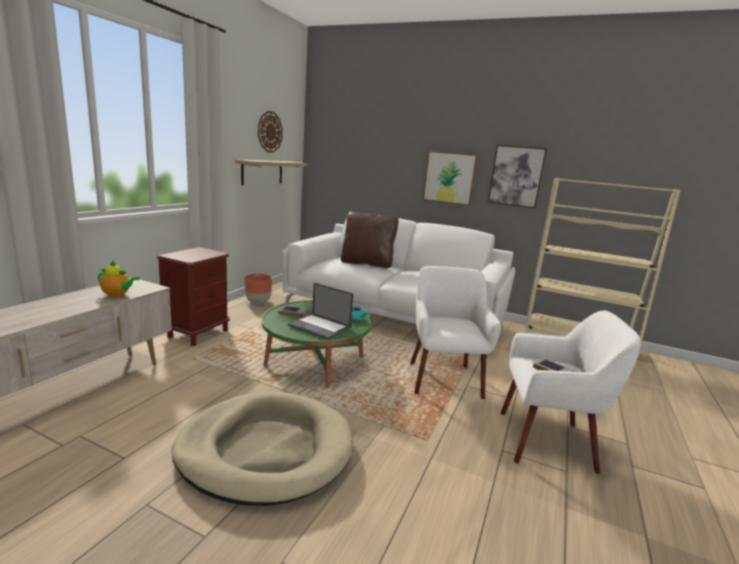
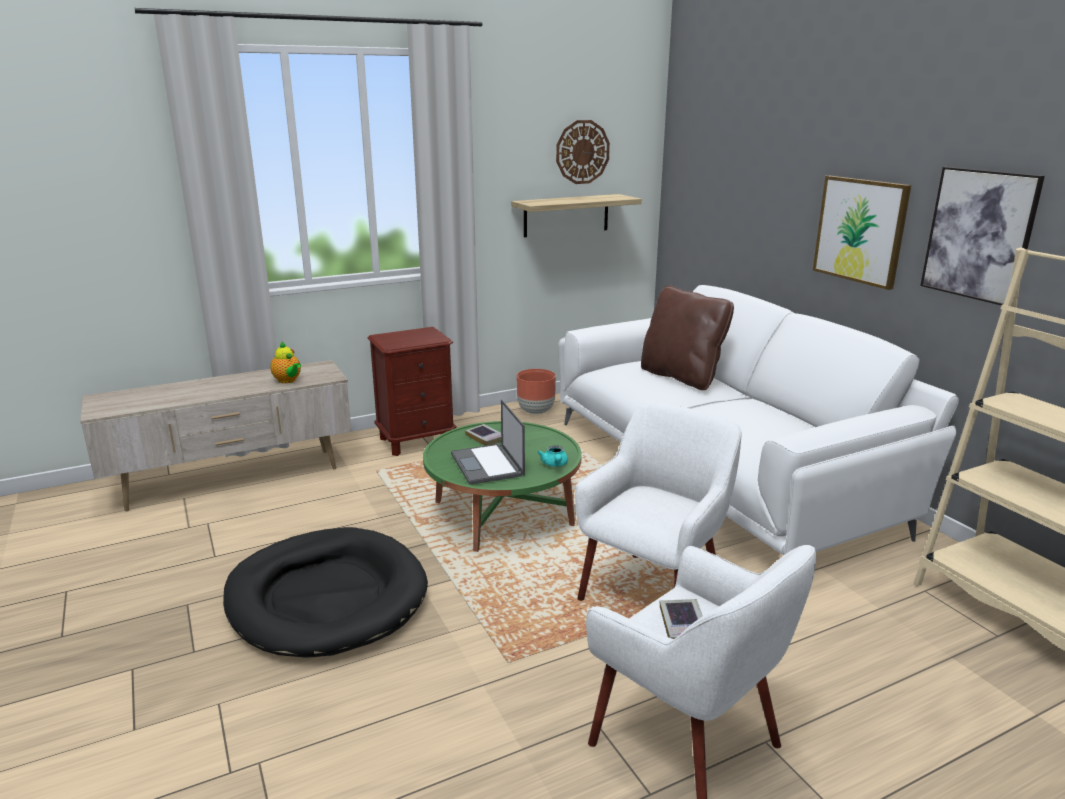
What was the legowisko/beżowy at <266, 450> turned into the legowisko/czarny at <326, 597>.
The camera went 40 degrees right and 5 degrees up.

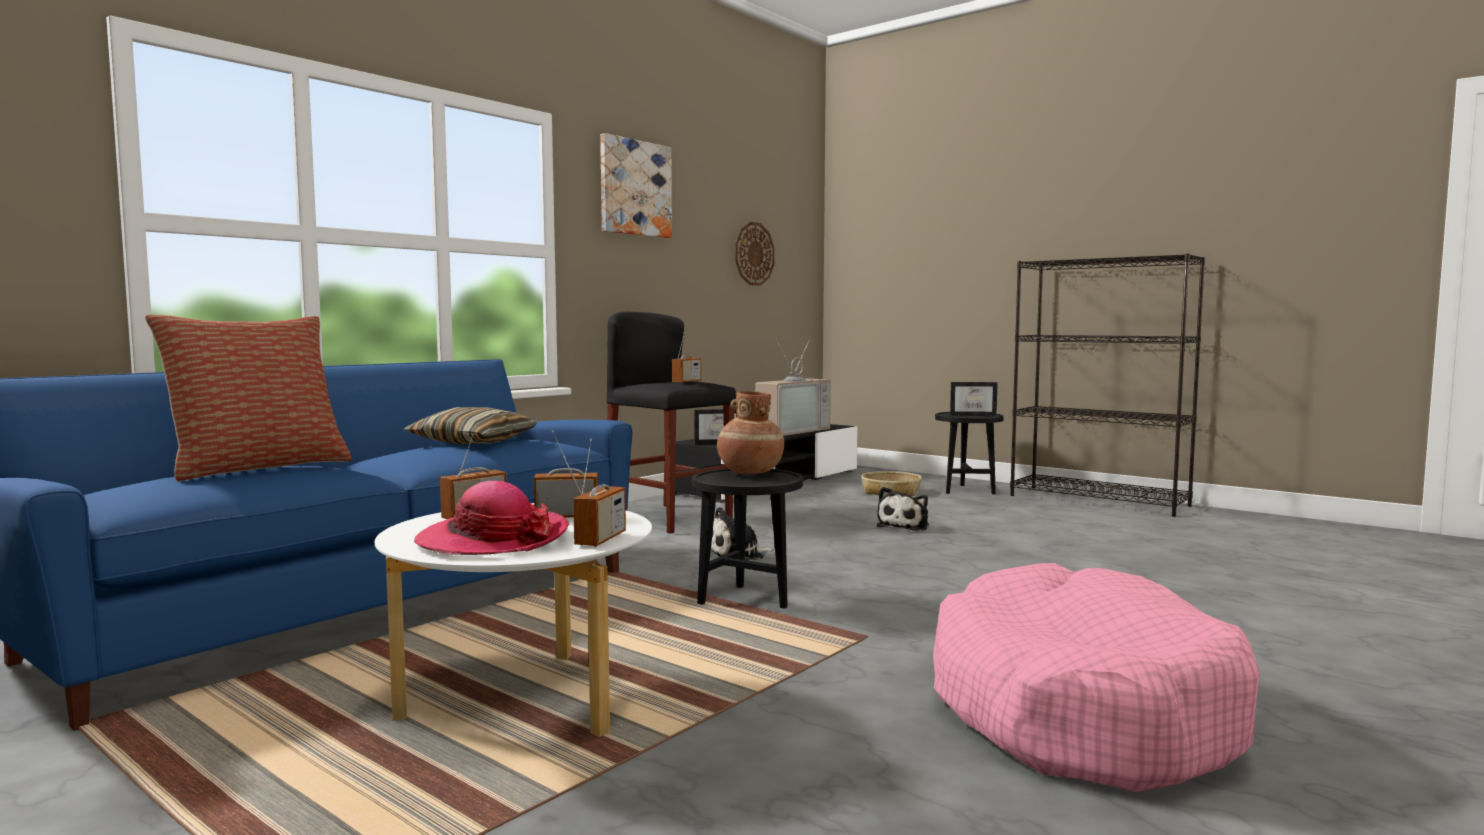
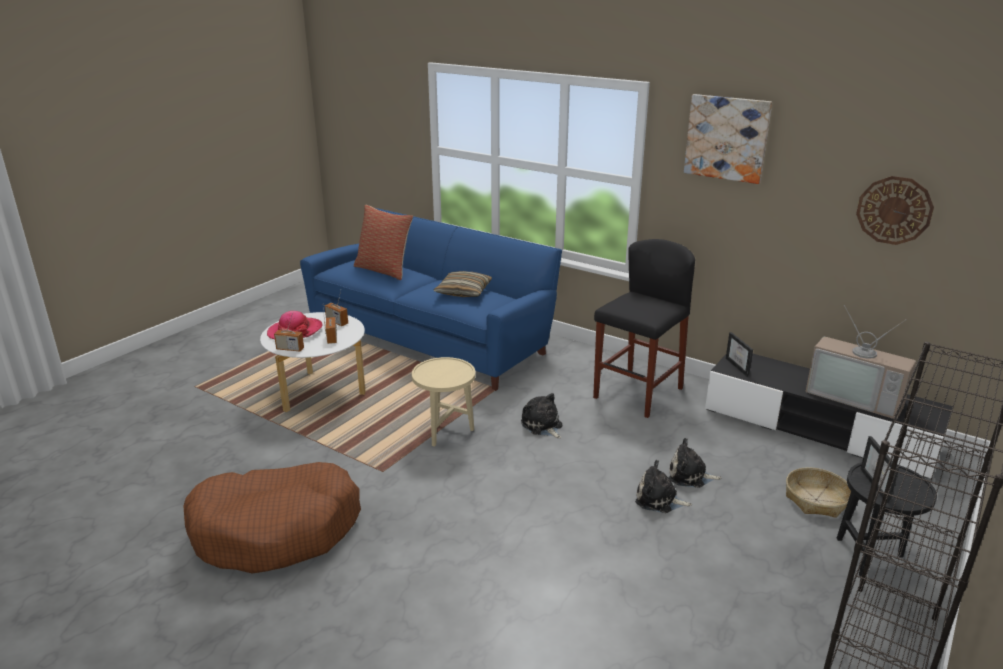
The second view lost the radio at <686, 382>.
The second view lost the wazon/brązowy at <749, 472>.
The second view gained the pluszak at <690, 476>.
What was the stolik/czarny at <747, 600> turned into the stolik/beżowy at <445, 433>.
What was the legowisko/różowy at <1078, 710> turned into the legowisko/brązowy at <277, 529>.
The camera went 85 degrees right and 20 degrees up.

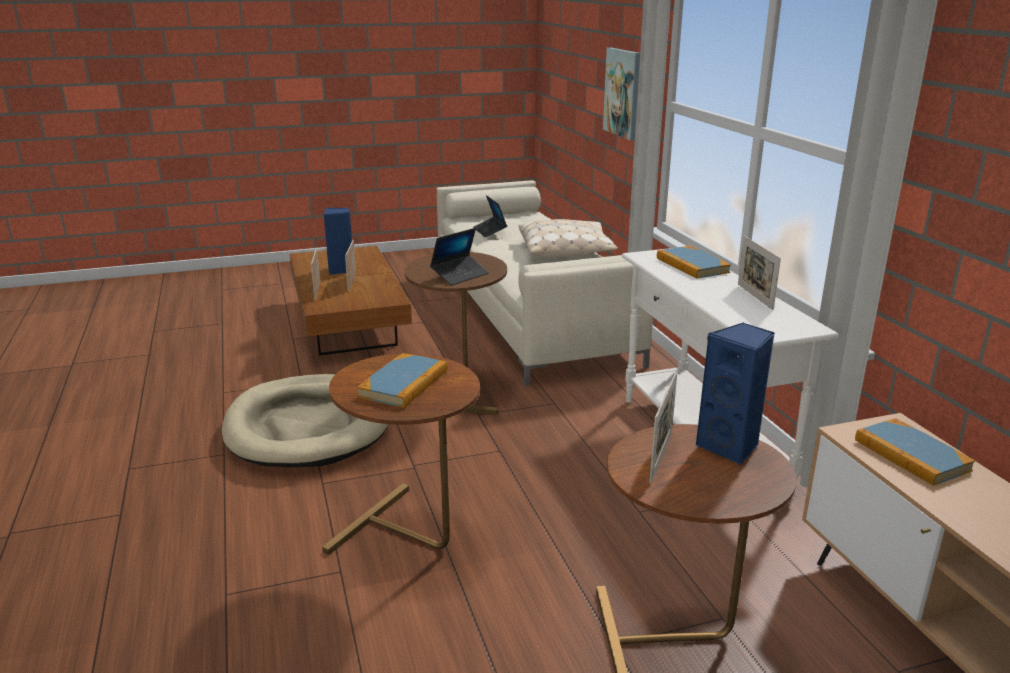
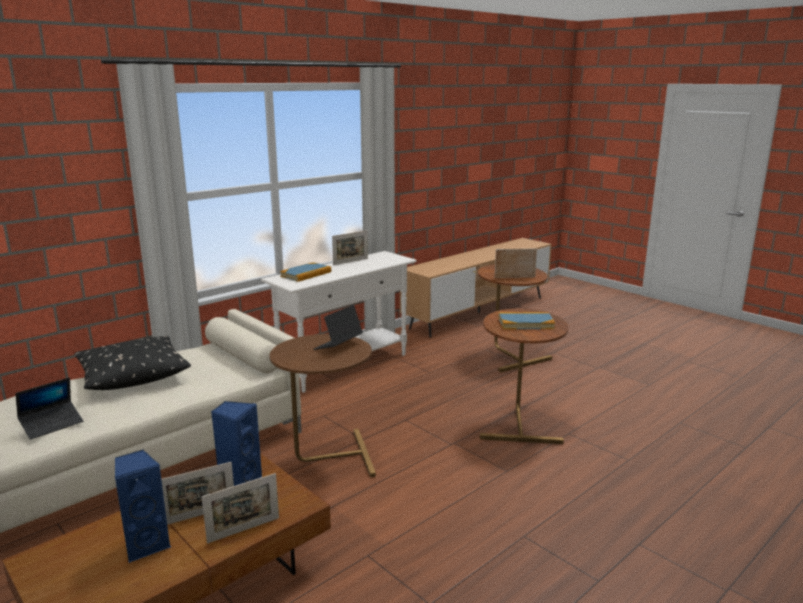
The second view lost the legowisko/beżowy at <308, 426>.
The second view lost the obraz at <623, 93>.
The second view lost the książka at <911, 455>.
The głośnik/niebieski ended up elsewhere, having gone from <730, 447> to <239, 482>.
What was the poduszka/beżowy at <566, 251> turned into the poduszka/czarny at <132, 374>.
The laptop at <460, 275> ended up facing another way, 75 degrees counterclockwise from before.
The camera went 115 degrees left and 5 degrees down.

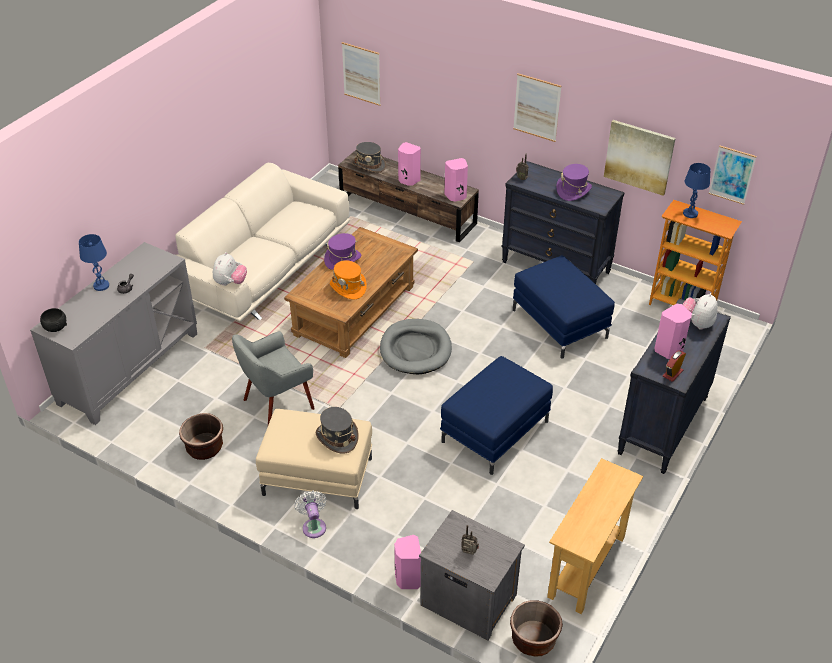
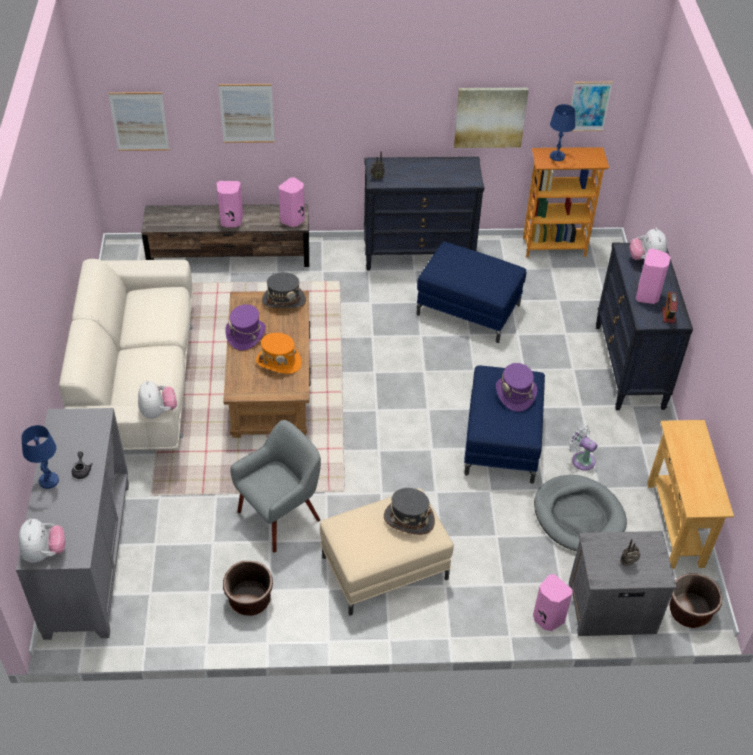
The wentylator/biały ended up elsewhere, having gone from <313, 526> to <581, 459>.
The kapelusz/szary ended up elsewhere, having gone from <369, 165> to <284, 300>.
The legowisko/szary ended up elsewhere, having gone from <415, 349> to <578, 516>.
The obraz ended up elsewhere, having gone from <537, 107> to <247, 113>.
The kapelusz/fioletowy ended up elsewhere, having gone from <573, 190> to <515, 394>.
Where the miska/czarny stood at <55, 328>, the pluszak came to stand at <44, 553>.
The fotel/szary at <277, 403> ended up facing another way, 150 degrees counterclockwise from before.
The camera went 35 degrees left and 5 degrees up.

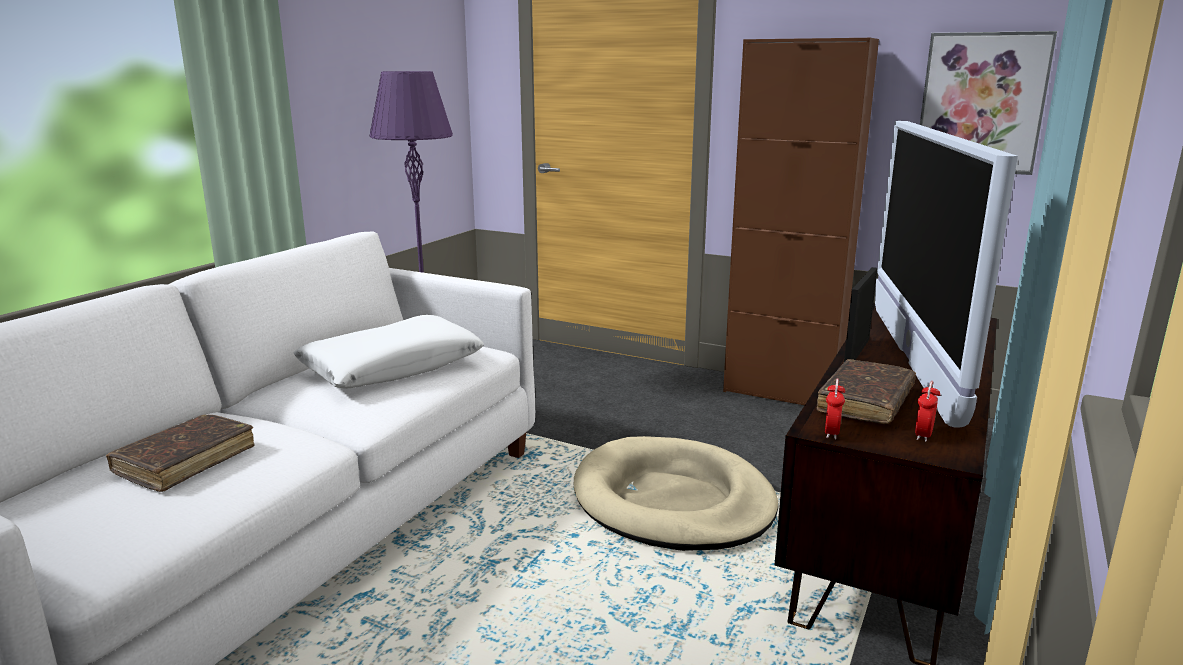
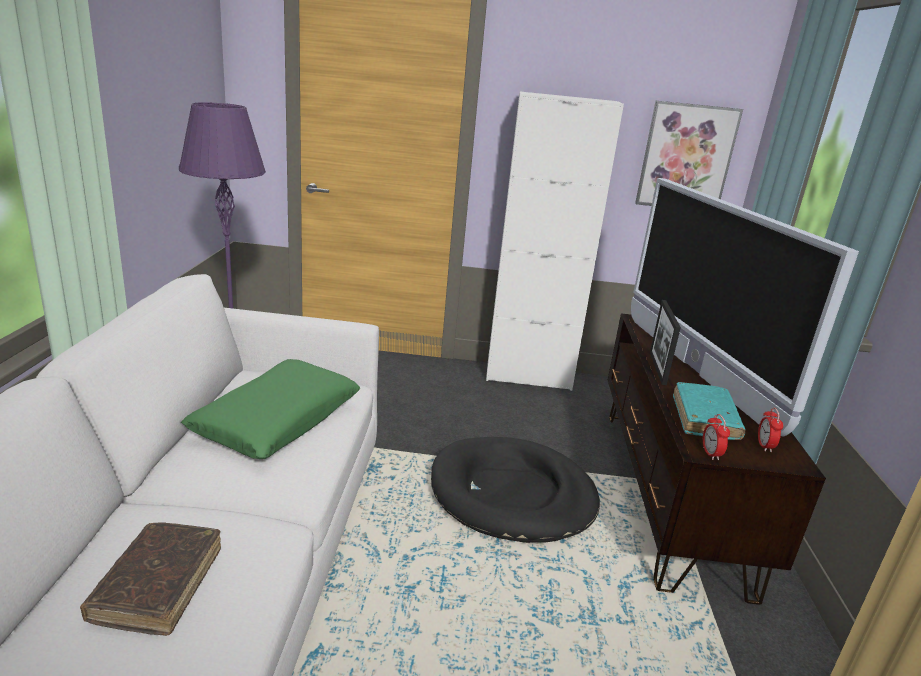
What was the poduszka/biały at <392, 367> turned into the poduszka/zielony at <277, 421>.
What was the legowisko/beżowy at <673, 501> turned into the legowisko/czarny at <512, 494>.
What was the szafka/brązowy at <781, 393> turned into the szafka/biały at <528, 377>.
What was the książka/brązowy at <865, 402> turned into the książka/turkusowy at <704, 419>.
The camera went 25 degrees left and 5 degrees up.

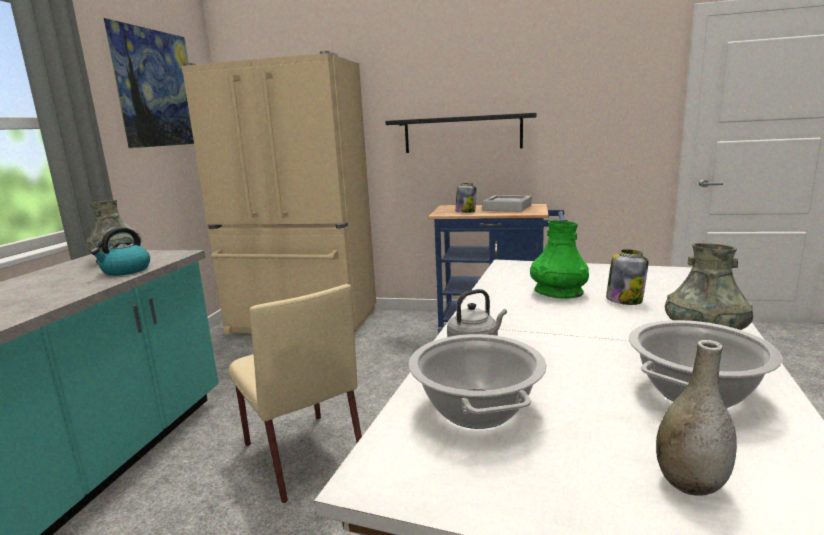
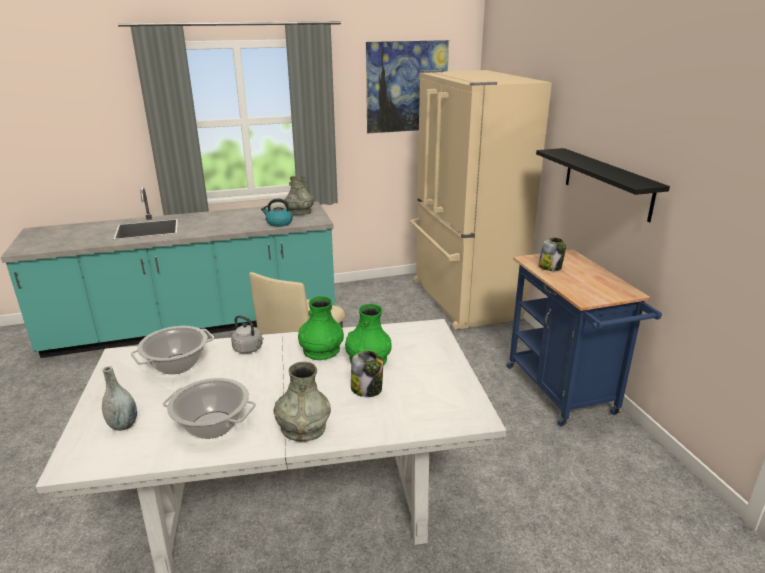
The second view lost the taca/szary at <507, 208>.
The second view gained the wazon/zielony at <321, 350>.
The camera went 60 degrees right and 10 degrees up.

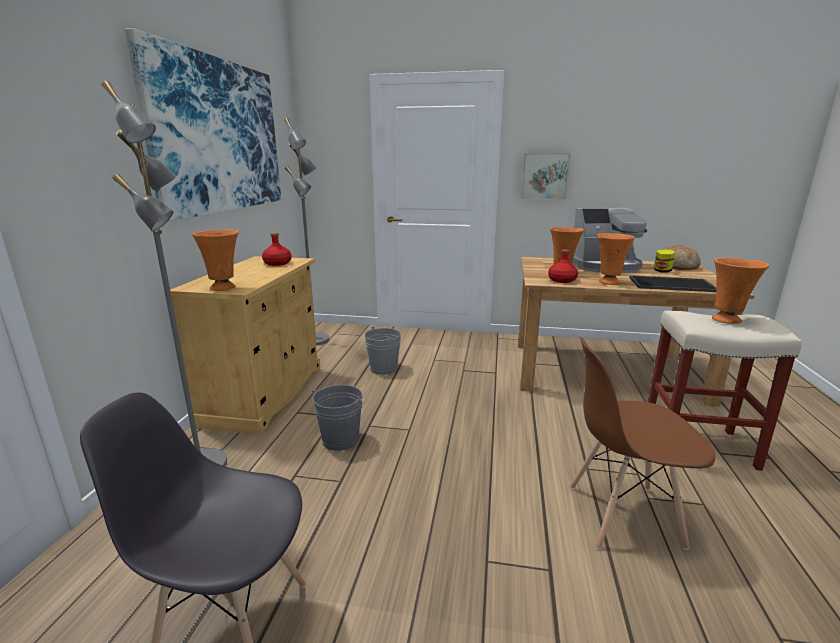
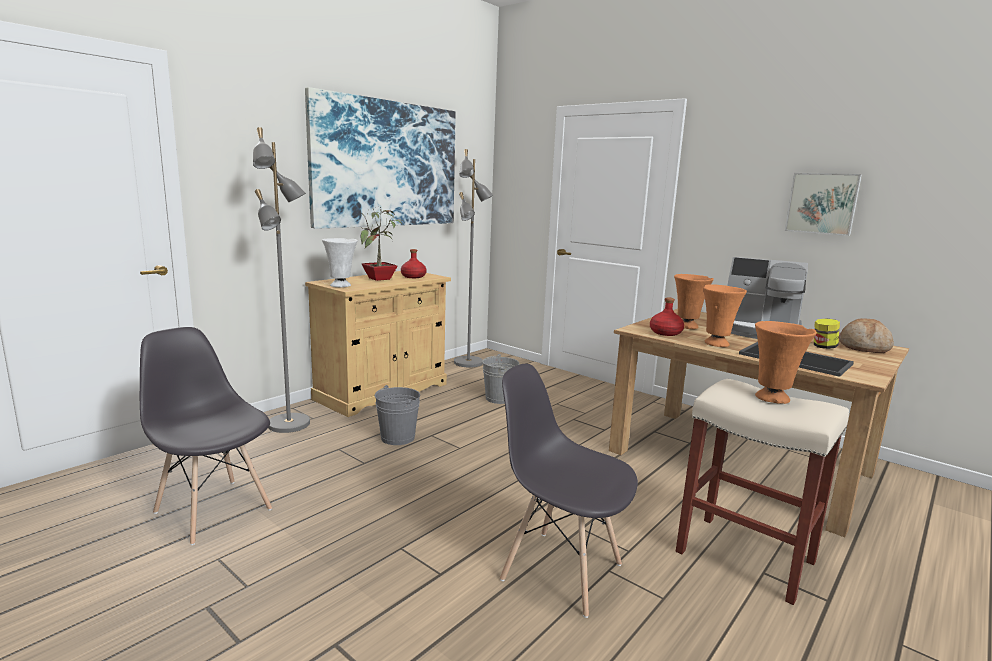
The second view gained the roślina doniczkowa at <380, 279>.
The obraz ended up elsewhere, having gone from <544, 176> to <822, 203>.
What was the wazon/pomarańczowy at <224, 288> turned into the wazon/biały at <341, 286>.
What was the krzesło/brązowy at <622, 515> turned into the krzesło/szary at <560, 570>.
The camera went 30 degrees right and 5 degrees down.

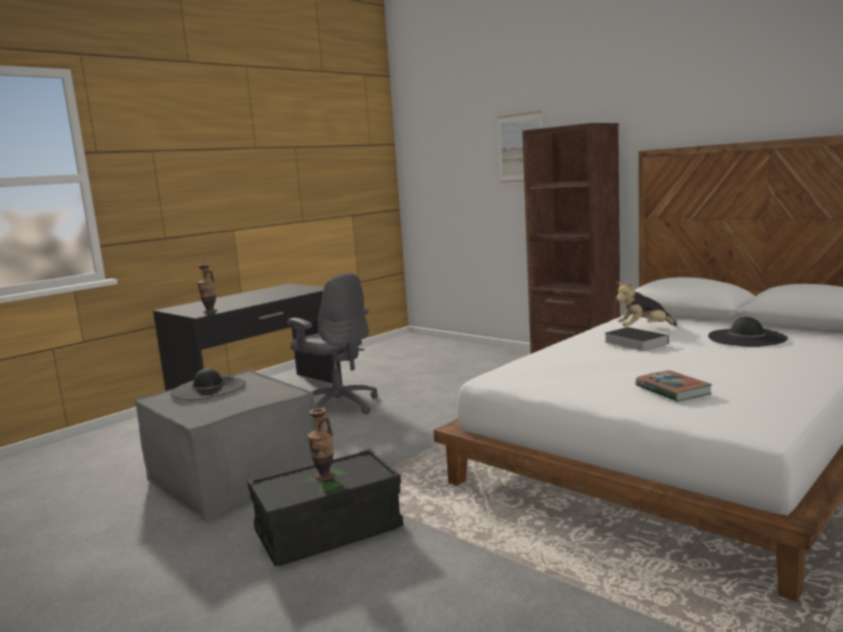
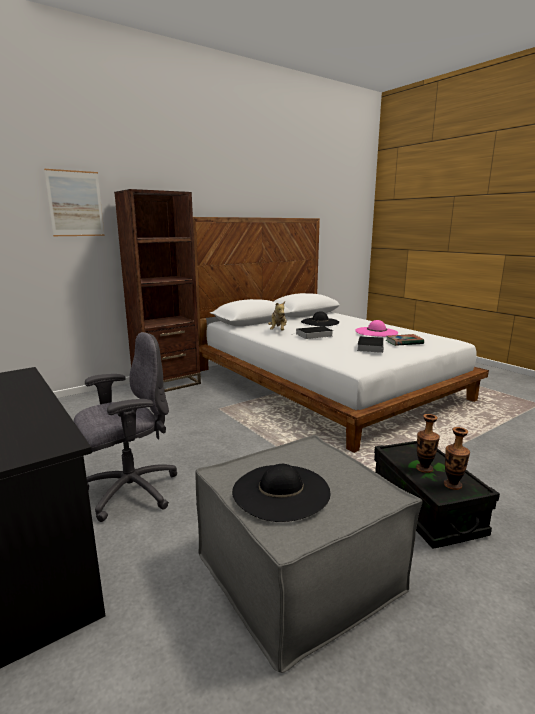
The second view gained the kapelusz/różowy at <376, 332>.
The second view gained the książka at <370, 346>.
The wazon ended up elsewhere, having gone from <210, 312> to <452, 485>.
The camera went 80 degrees left and 5 degrees up.

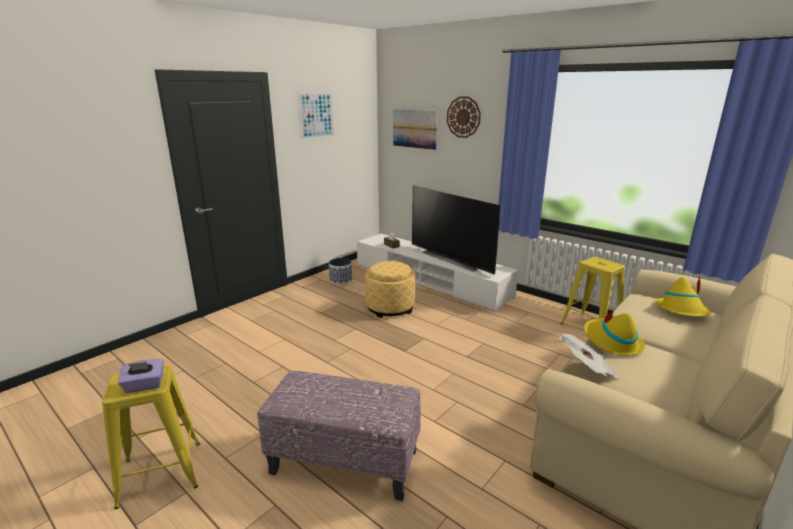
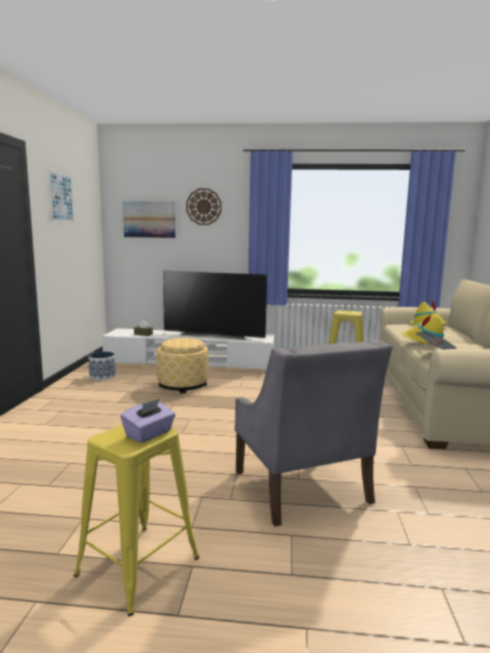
Where the pufa stood at <343, 462>, the fotel/szary came to stand at <301, 487>.
The camera went 35 degrees left and 10 degrees down.

